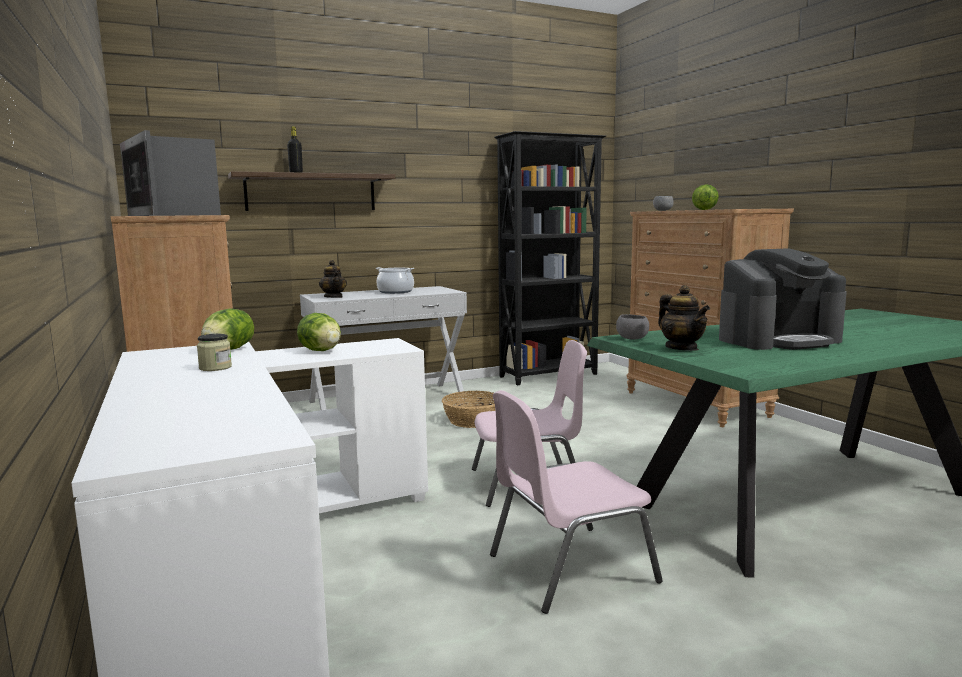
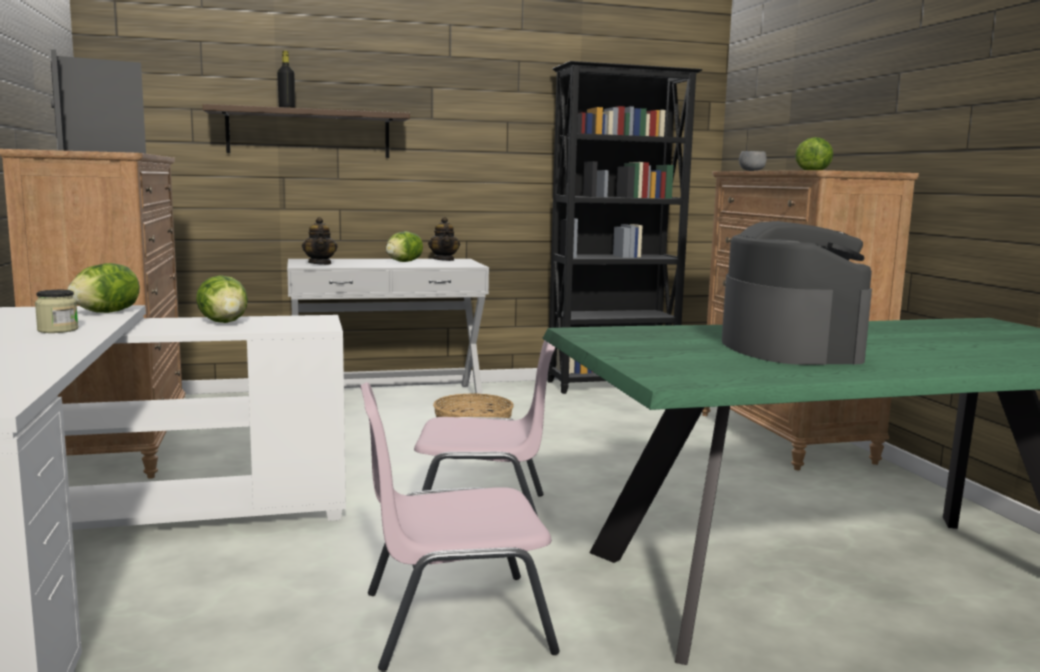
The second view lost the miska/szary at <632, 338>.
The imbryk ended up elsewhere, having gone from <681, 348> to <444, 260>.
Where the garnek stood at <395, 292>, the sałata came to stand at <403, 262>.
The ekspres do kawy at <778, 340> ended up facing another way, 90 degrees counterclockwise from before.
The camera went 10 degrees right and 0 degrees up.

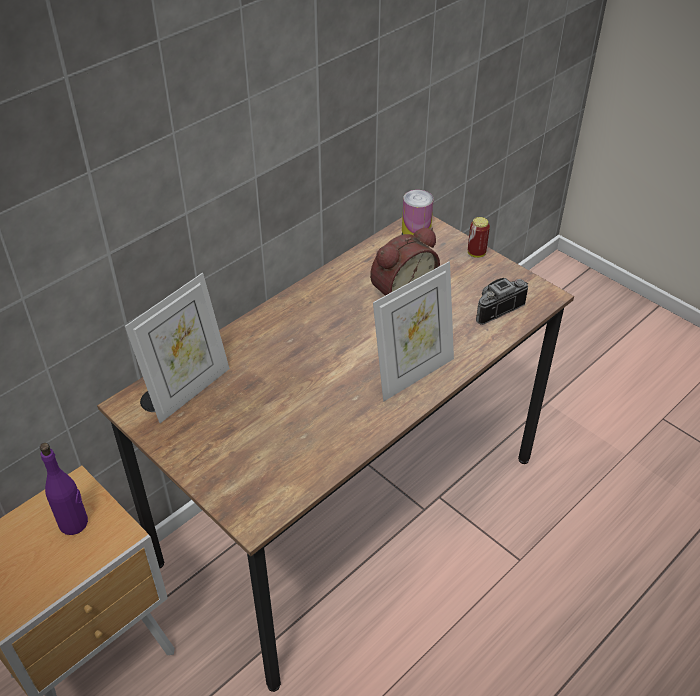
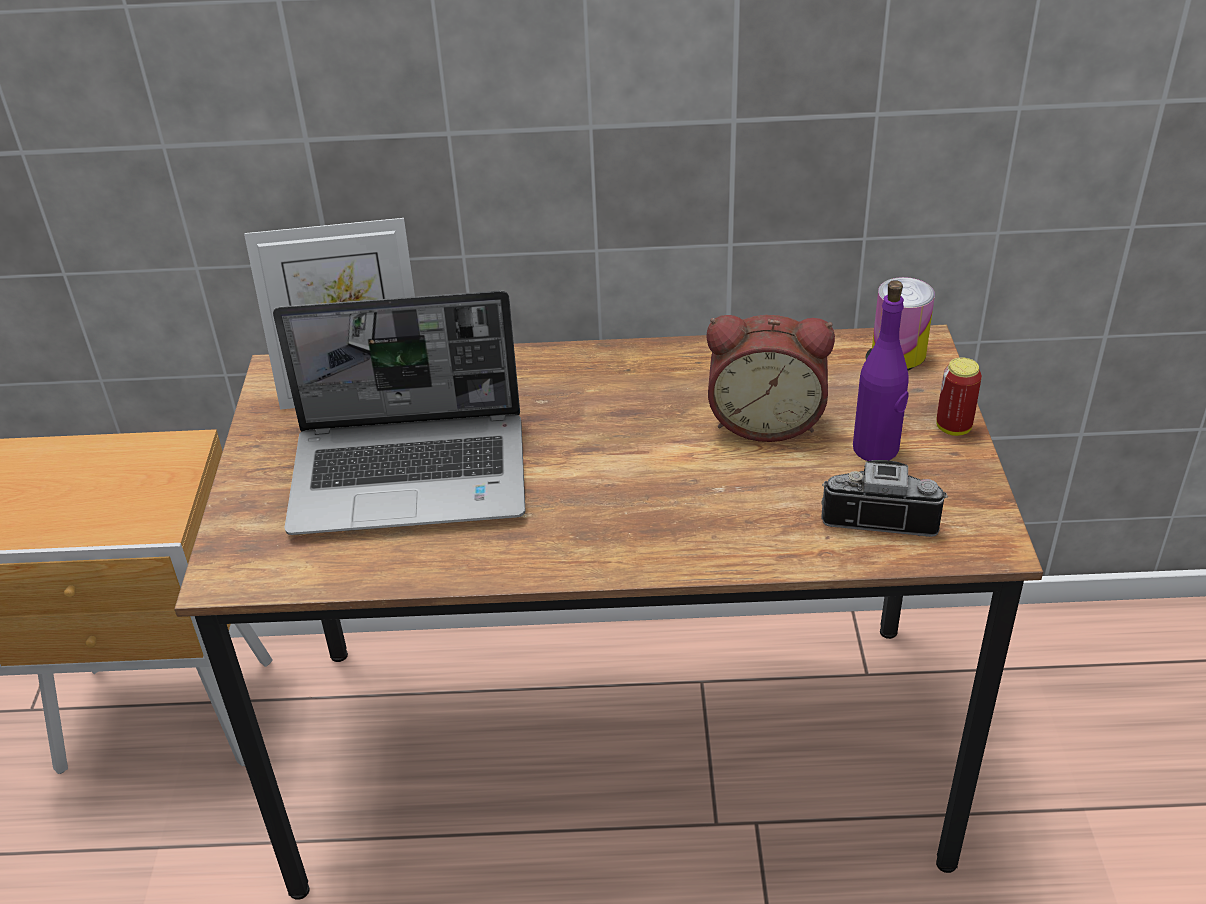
The second view lost the ramka na zdjęcie at <413, 374>.
The second view gained the laptop at <413, 475>.
The butelka/fioletowy ended up elsewhere, having gone from <74, 523> to <876, 449>.
The camera went 45 degrees right and 5 degrees down.

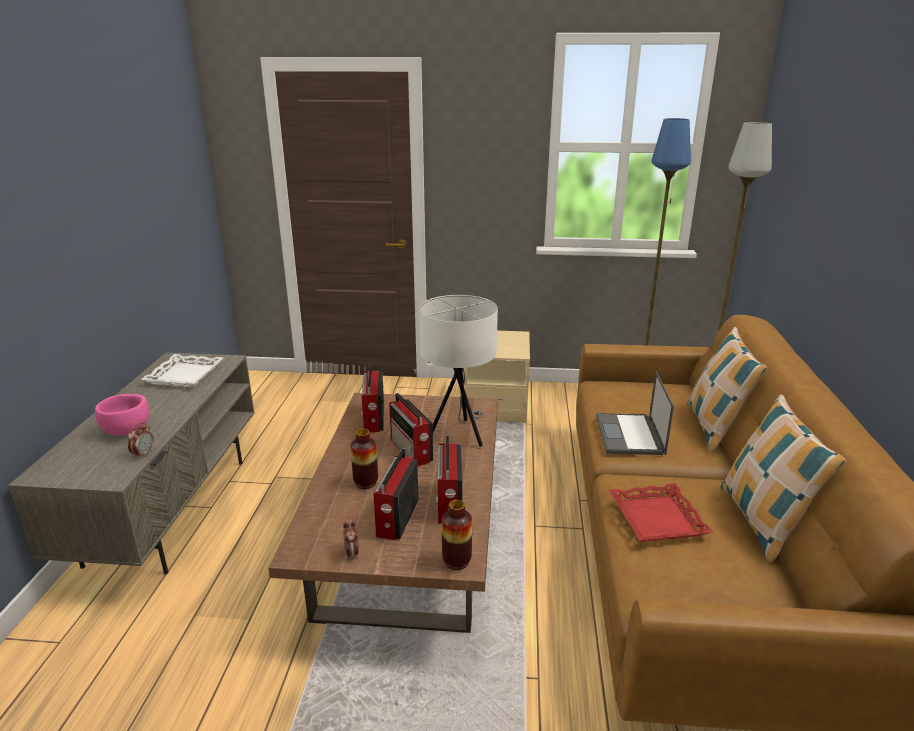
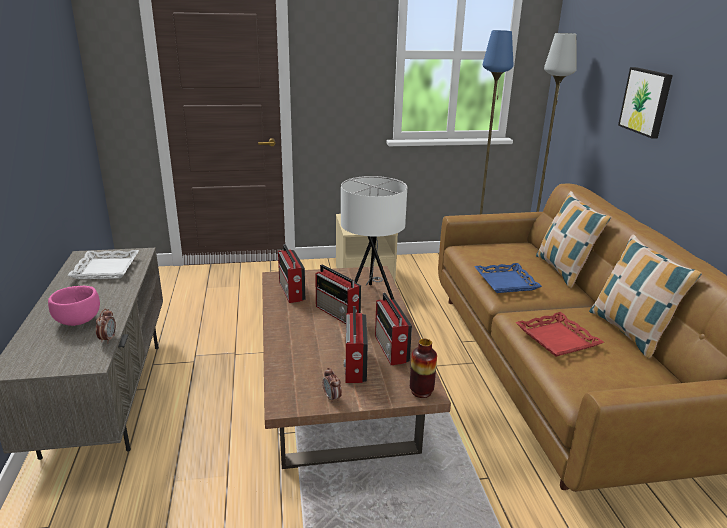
The second view lost the wazon at <366, 483>.
The second view gained the obraz at <646, 101>.
Where the laptop stood at <630, 435>, the taca/niebieski came to stand at <506, 282>.
The camera went 15 degrees left and 0 degrees up.

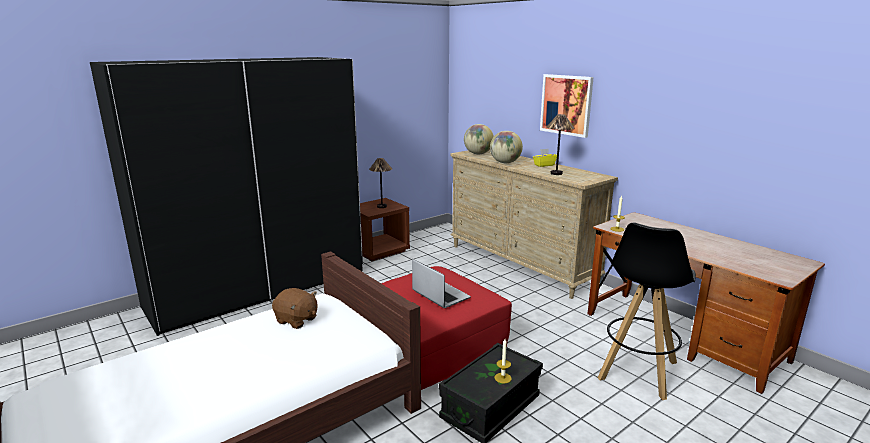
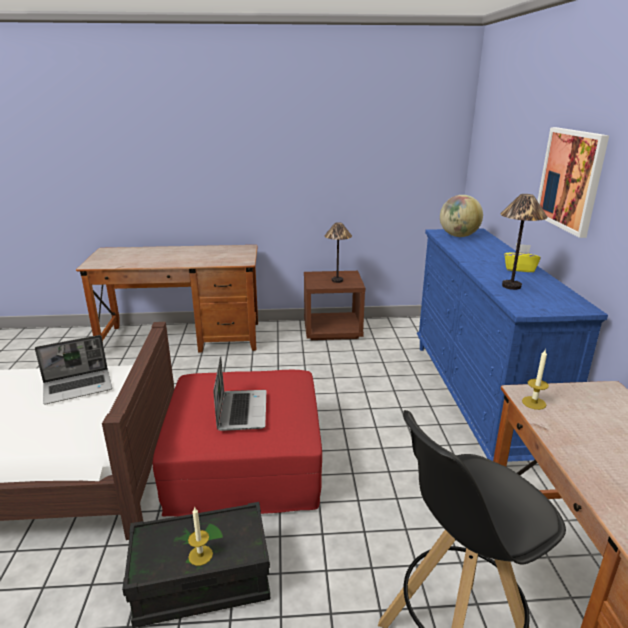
The second view lost the globus at <505, 163>.
Where the szafa/czarny stood at <259, 289>, the biurko came to stand at <183, 338>.
Where the pluszak/brązowy stood at <296, 320>, the laptop came to stand at <79, 387>.
What was the komoda/beżowy at <521, 265> turned into the komoda/niebieski at <475, 400>.
The camera went 35 degrees right and 5 degrees up.

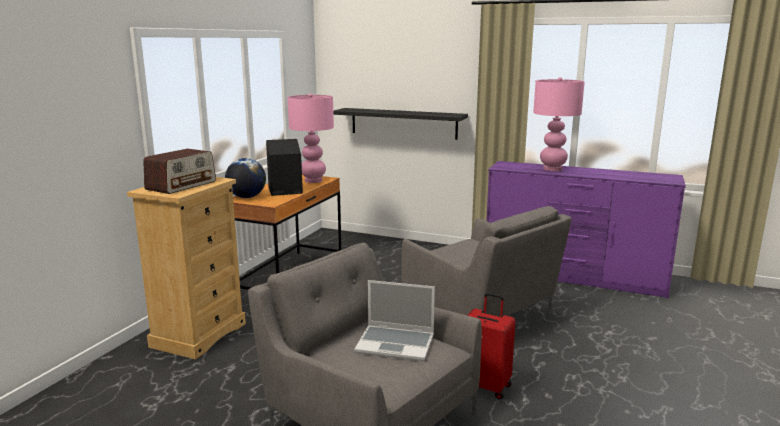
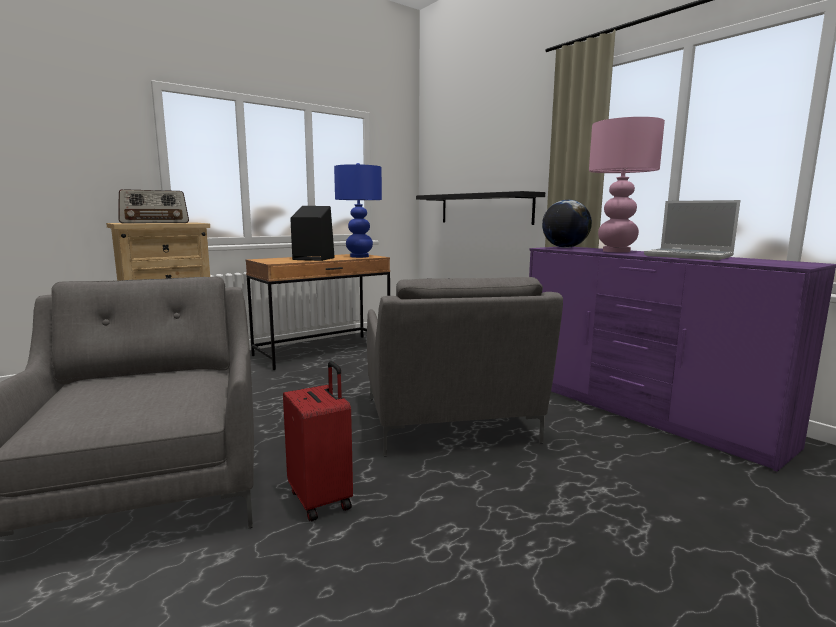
The globus ended up elsewhere, having gone from <246, 197> to <564, 247>.
The laptop ended up elsewhere, having gone from <396, 344> to <689, 256>.
What was the lampa stołowa/różowy at <313, 181> turned into the lampa stołowa/niebieski at <359, 256>.
The camera went 30 degrees right and 5 degrees down.

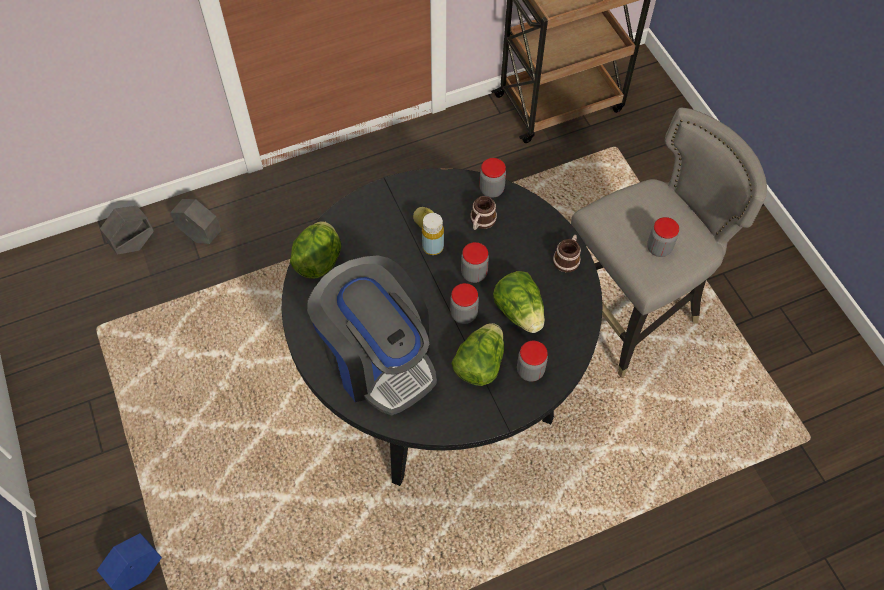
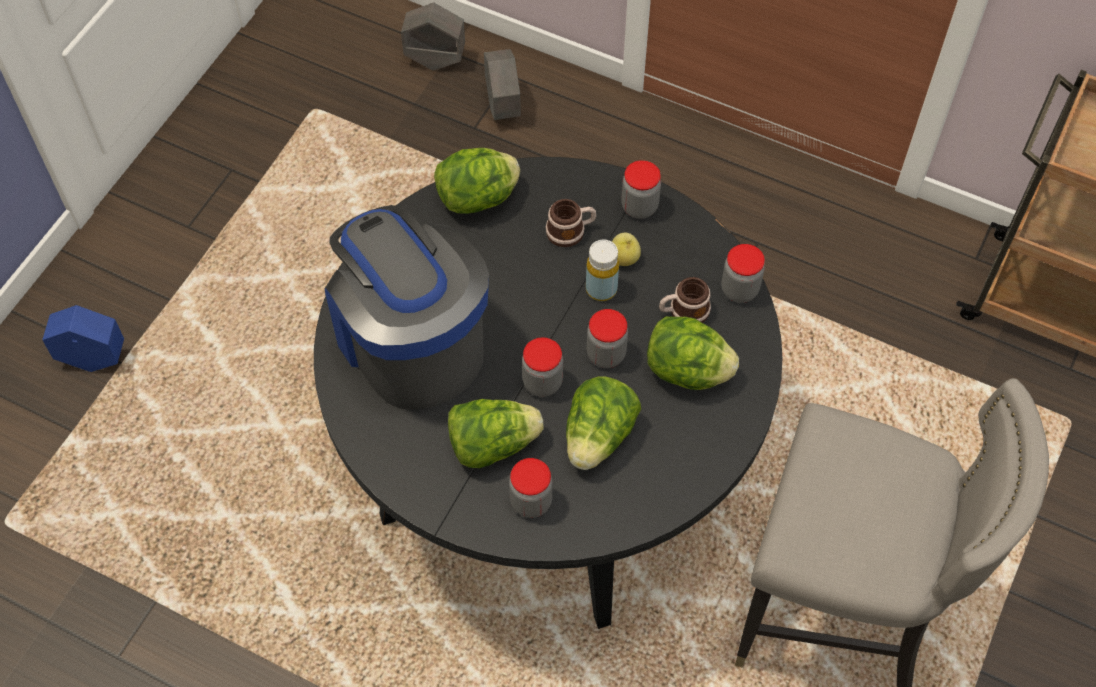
The second view gained the sałata at <687, 371>.
The kubek ended up elsewhere, having gone from <567, 258> to <570, 231>.
The słoik ended up elsewhere, having gone from <659, 248> to <639, 206>.
The ekspres do kawy at <378, 358> ended up facing another way, 135 degrees clockwise from before.
The camera went 50 degrees right and 0 degrees up.

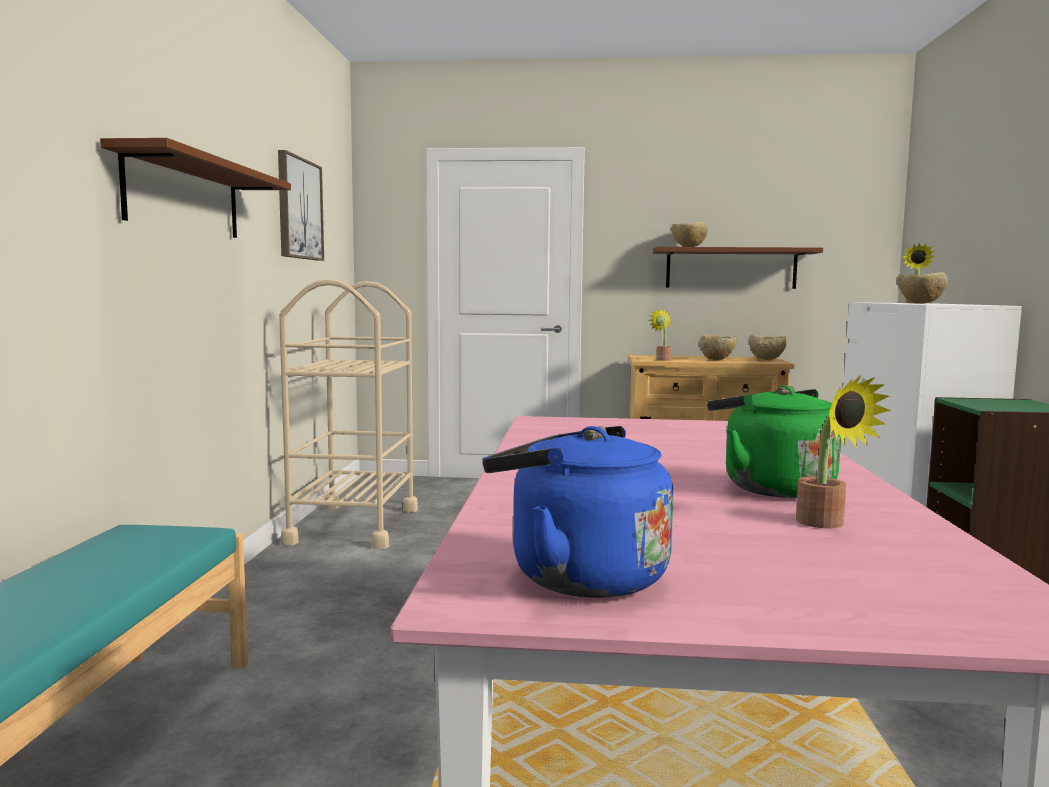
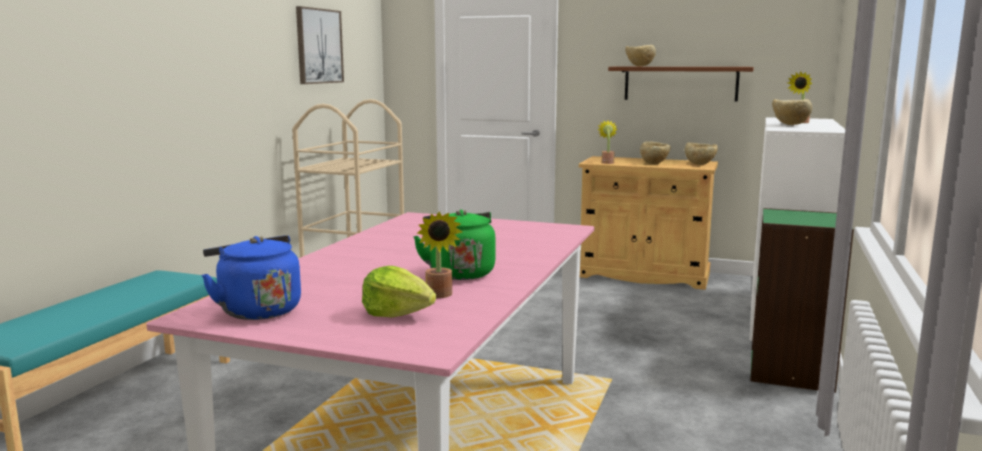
The second view lost the półka/brązowy at <184, 197>.
The second view gained the sałata at <397, 313>.
The camera went 15 degrees right and 5 degrees up.

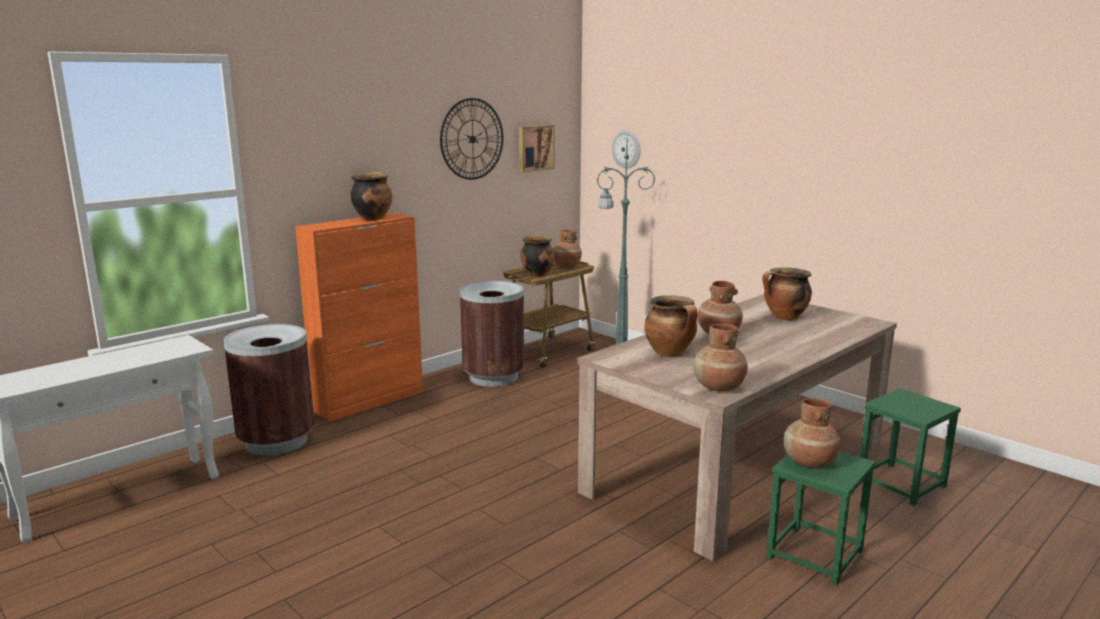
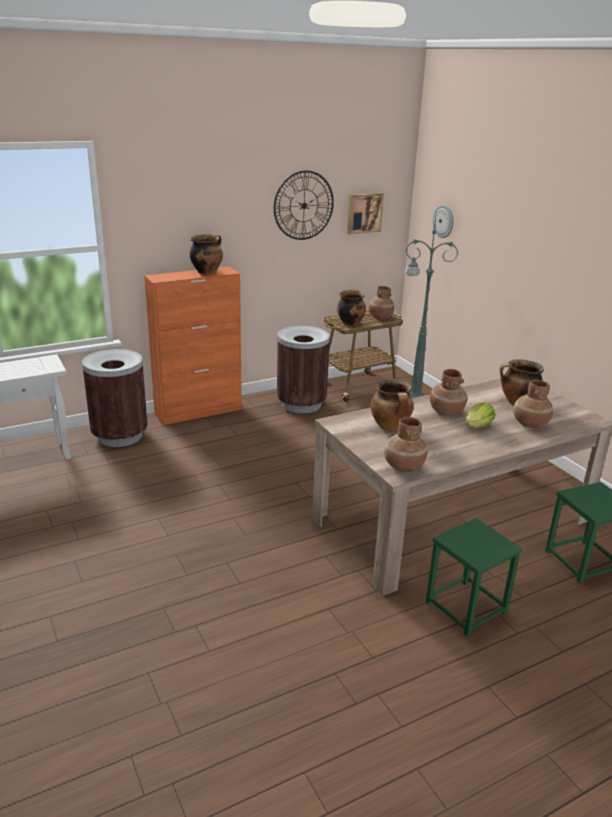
The second view gained the sałata at <478, 426>.
The wazon/brązowy ended up elsewhere, having gone from <809, 462> to <530, 424>.
The camera went 15 degrees right and 10 degrees up.

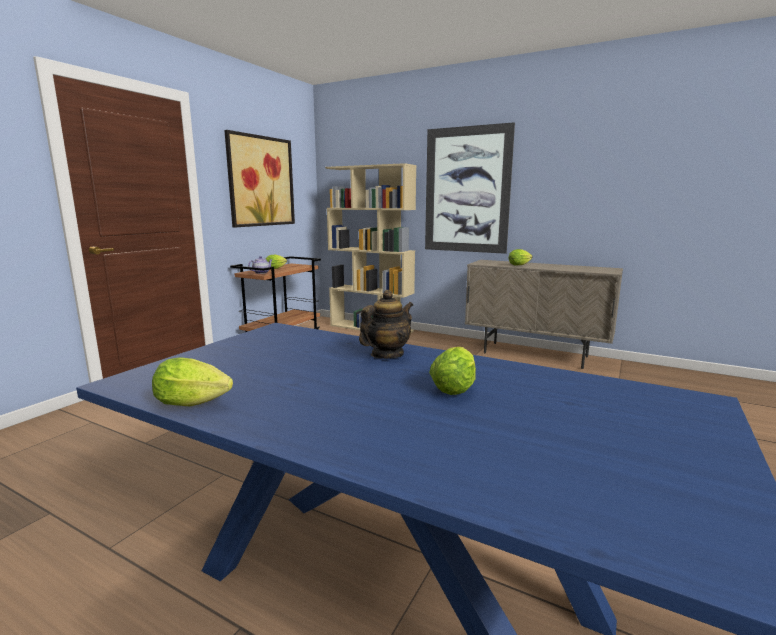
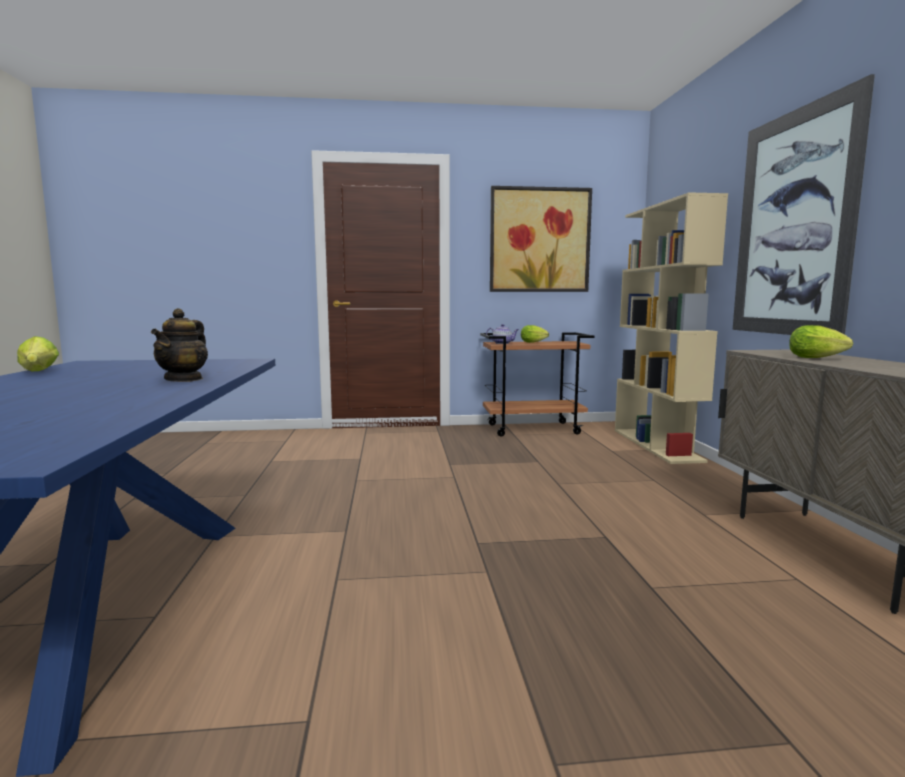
The second view lost the sałata at <455, 387>.
The imbryk at <386, 355> ended up facing another way, 90 degrees clockwise from before.
The camera went 55 degrees right and 5 degrees down.

